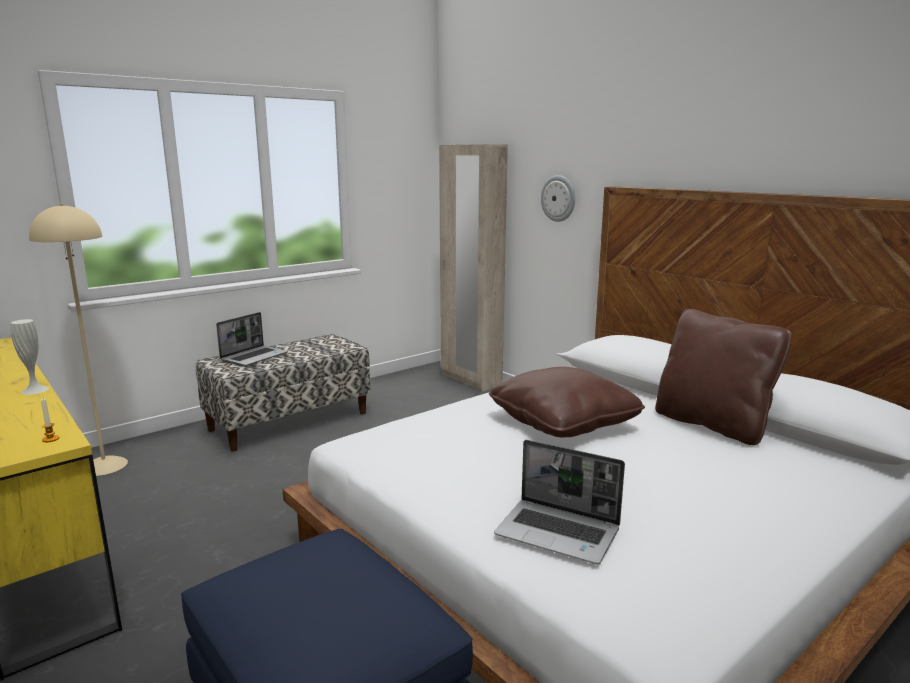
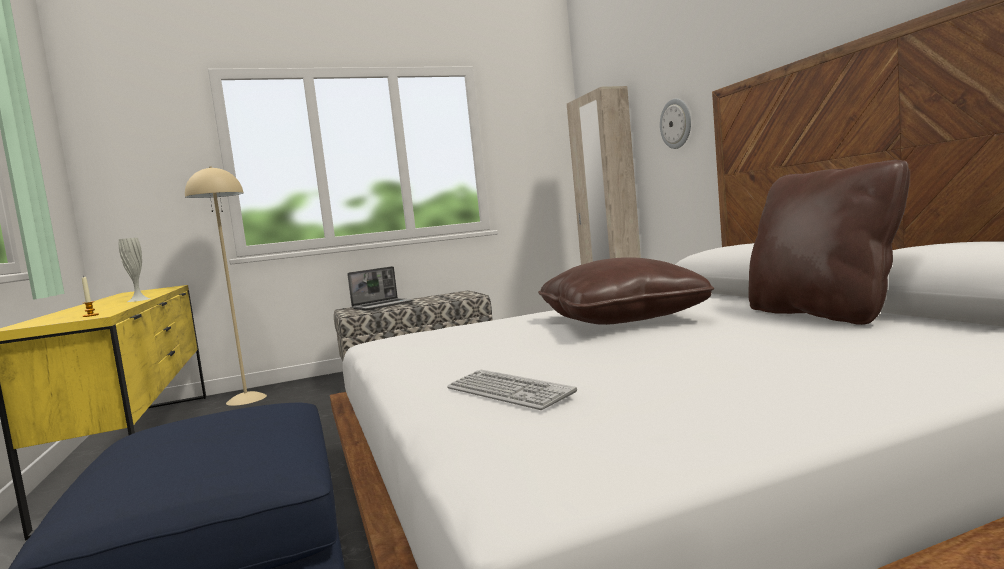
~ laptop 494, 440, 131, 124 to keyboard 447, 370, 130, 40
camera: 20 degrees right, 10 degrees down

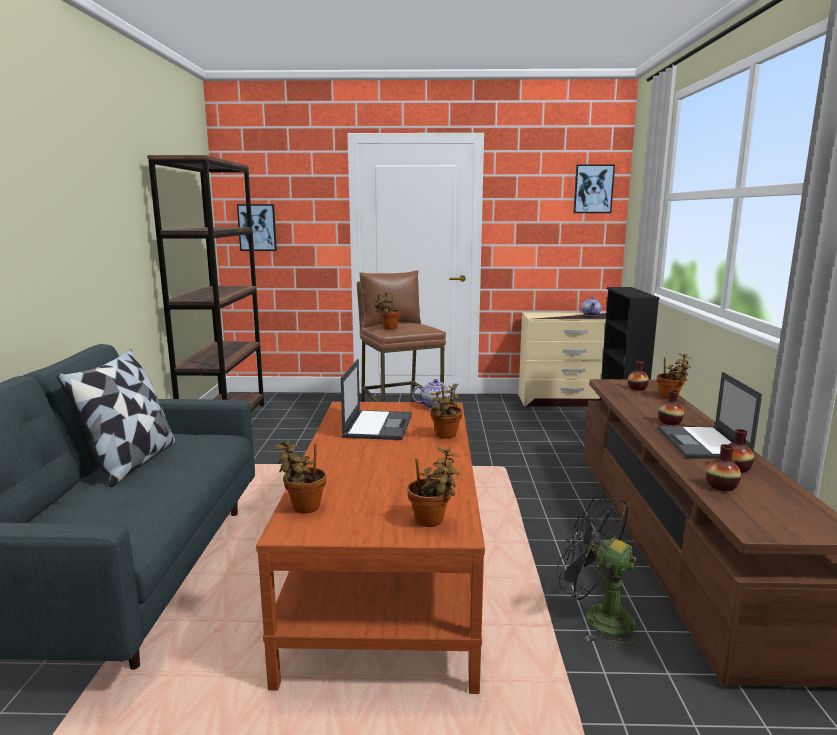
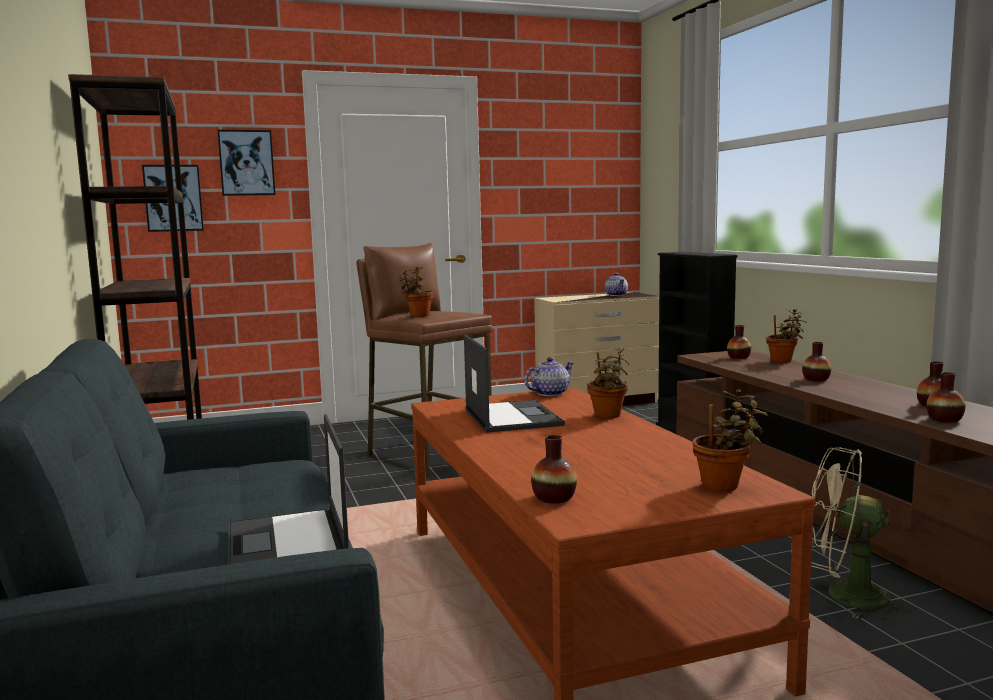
- pillow 57, 349, 118, 138
~ potted plant 275, 440, 52, 74 to vase 531, 435, 46, 69
~ black fan 556, 493, 88, 155 to beige fan 811, 447, 100, 173
~ picture 573, 164, 42, 49 to 217, 130, 58, 66
~ laptop 657, 372, 105, 87 to 228, 414, 121, 151
camera: 20 degrees left, 5 degrees down

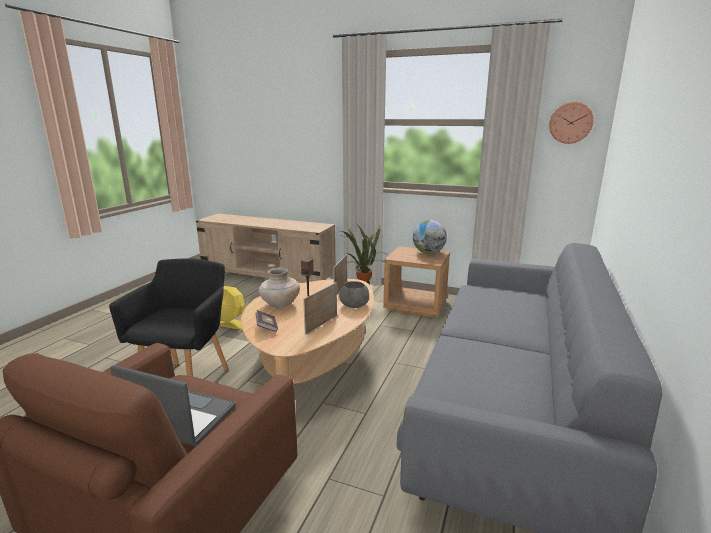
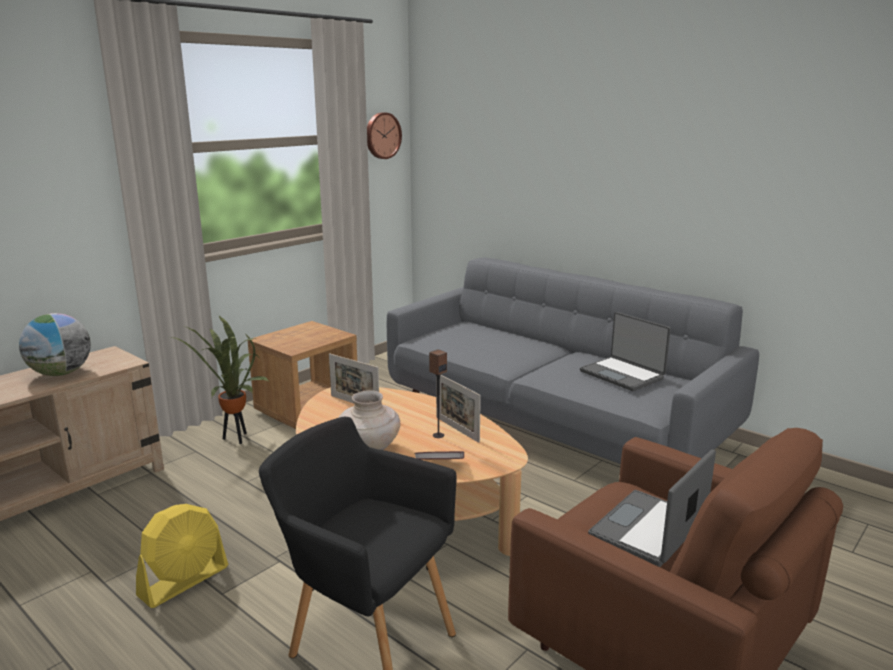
- grey bowl 339, 281, 30, 27
~ globe 413, 220, 34, 34 to 19, 313, 72, 63
+ laptop 580, 312, 91, 79
camera: 70 degrees left, 0 degrees up

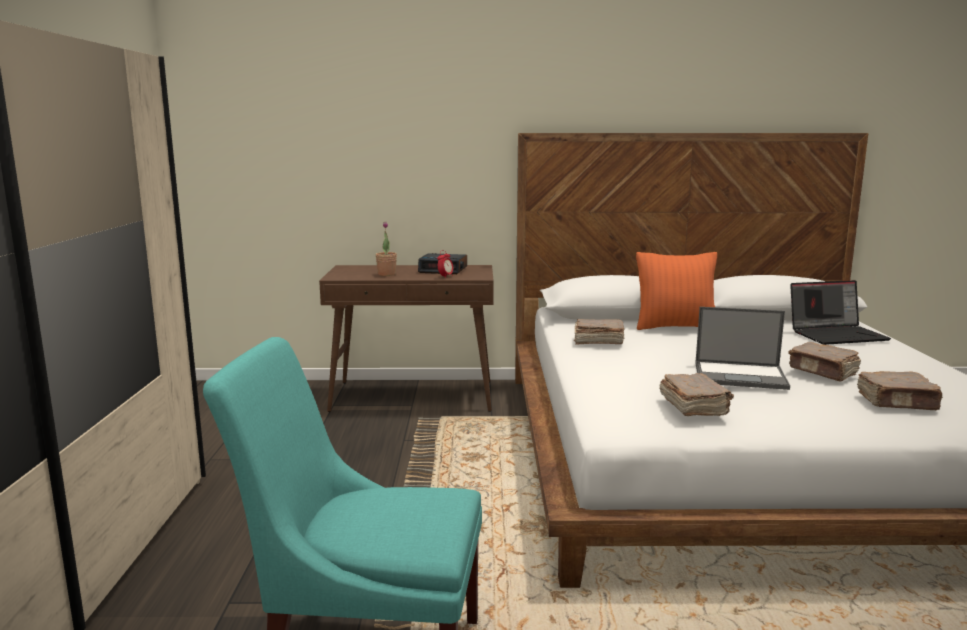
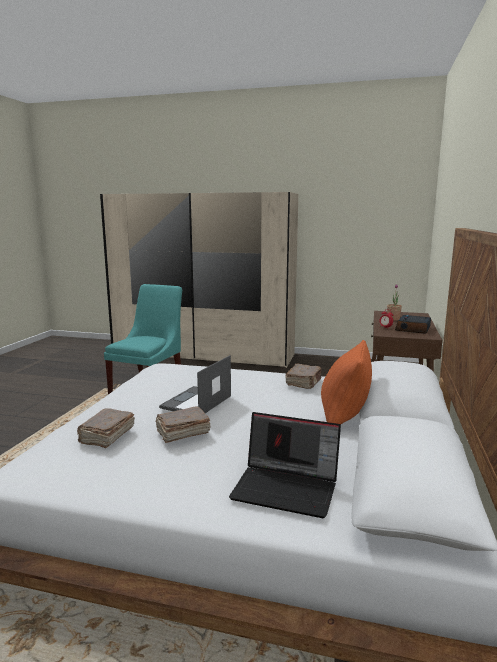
- brown book 659, 373, 75, 43
~ laptop 790, 280, 101, 65 = 229, 412, 112, 106 75 degrees counterclockwise
camera: 105 degrees right, 0 degrees up

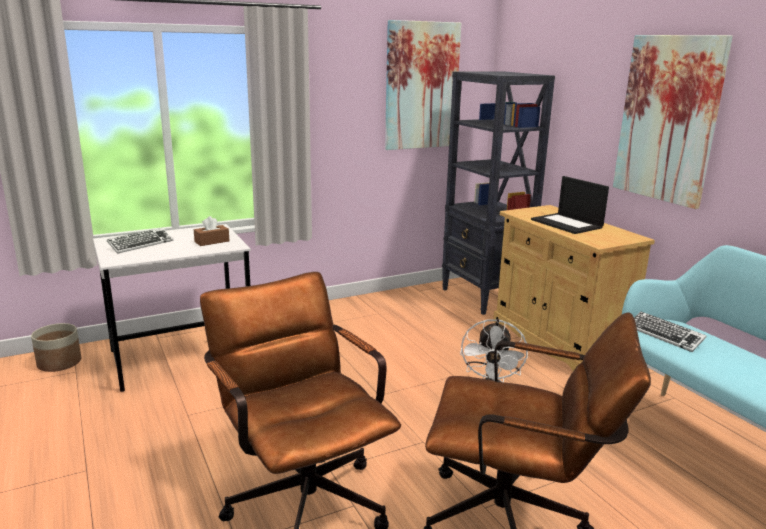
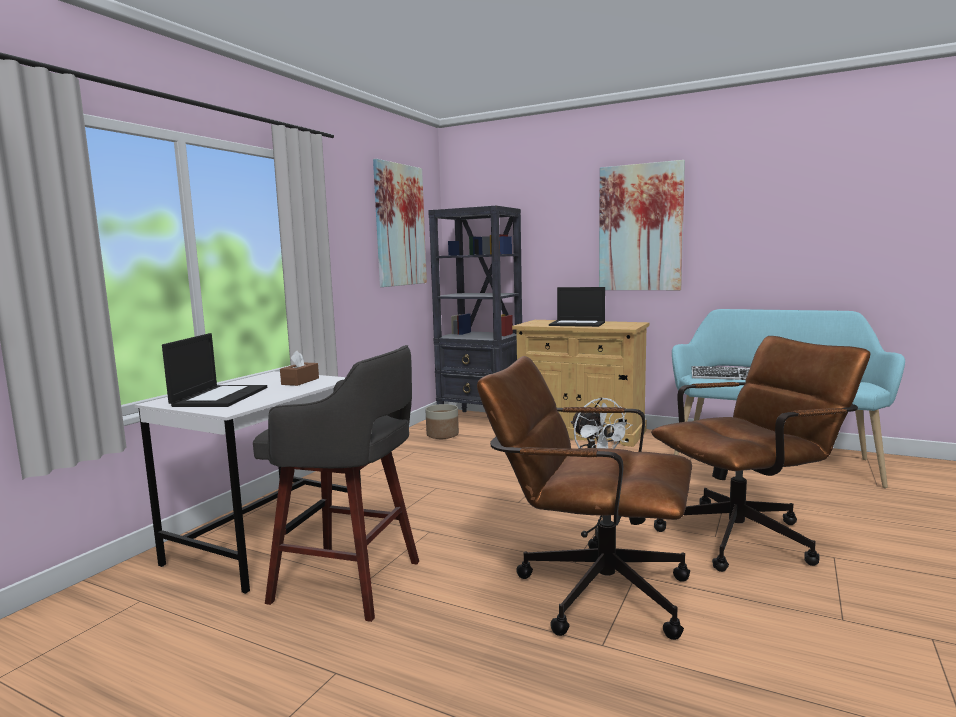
~ planter 31, 323, 50, 49 to 425, 404, 34, 35
~ keyboard 107, 228, 66, 26 to laptop 162, 333, 105, 74
+ grey stool 253, 345, 166, 277
camera: 35 degrees left, 10 degrees down

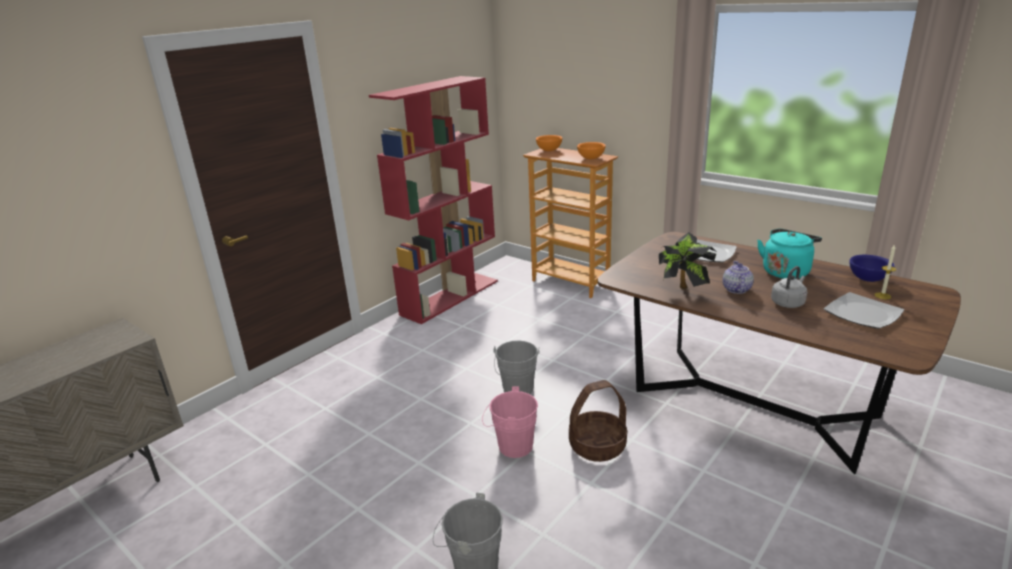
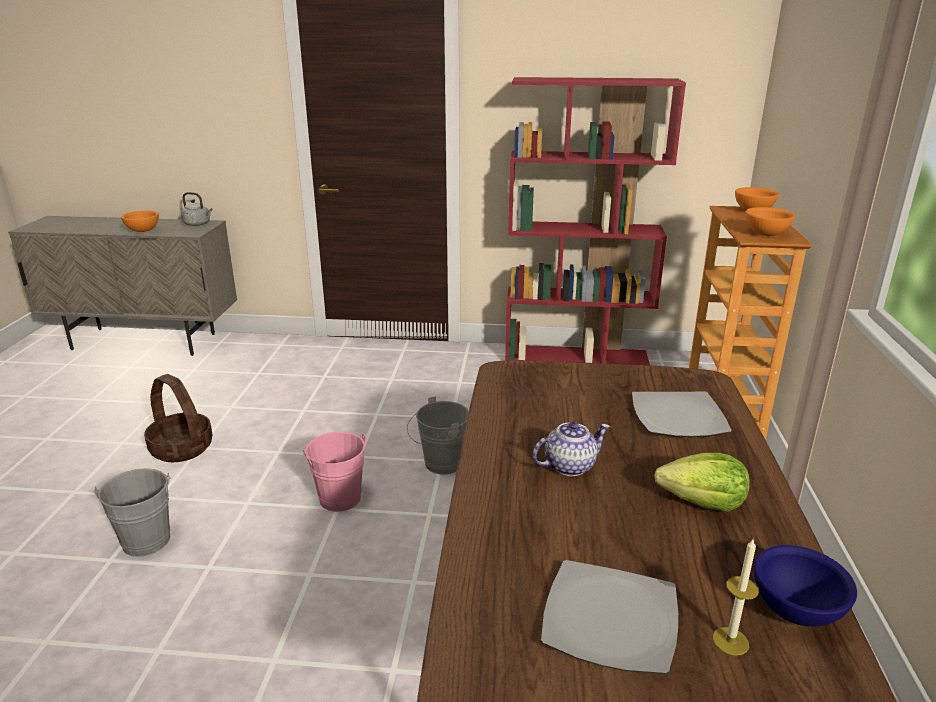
~ basket 569, 380, 58, 82 to 144, 374, 68, 88
- potted plant 659, 232, 58, 57
~ turquoise kettle 757, 228, 65, 51 to lettuce 654, 453, 96, 59
~ grey kettle 771, 266, 36, 42 to 181, 192, 32, 34
+ orange bowl 121, 210, 38, 22
camera: 55 degrees right, 0 degrees up

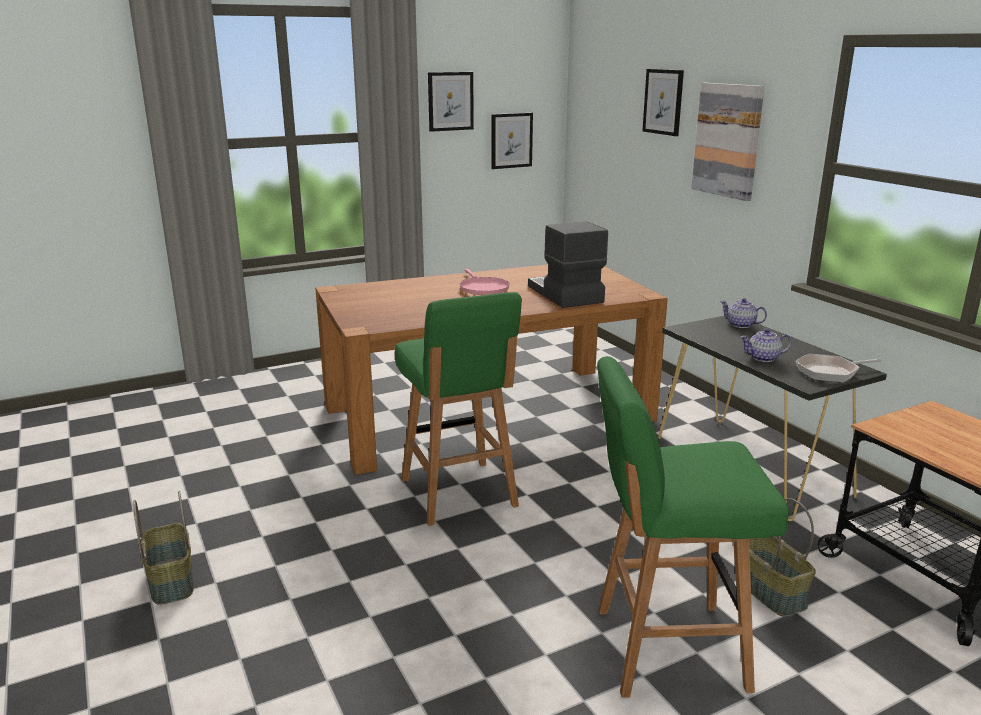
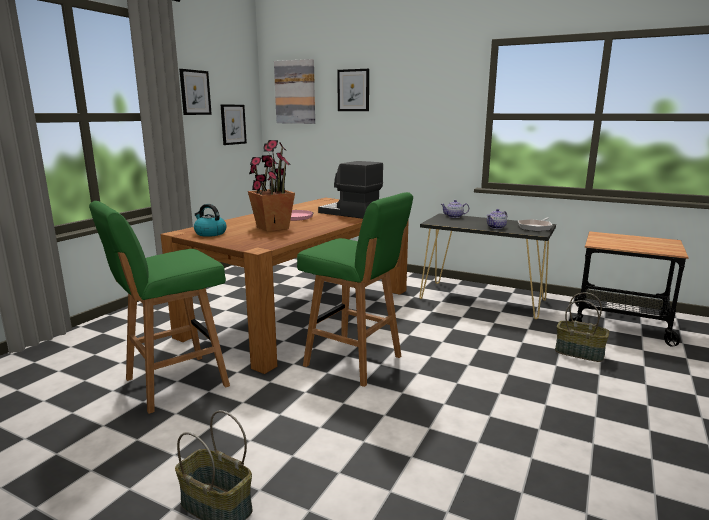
~ green stool 597, 356, 192, 342 to 89, 201, 141, 213
~ picture 691, 83, 74, 118 to 274, 59, 41, 65
+ kettle 194, 204, 33, 33
+ potted plant 248, 140, 47, 91
camera: 35 degrees left, 5 degrees down

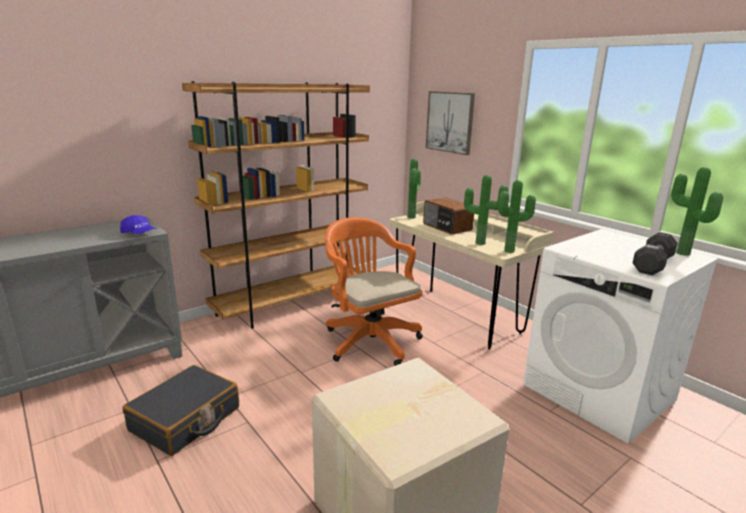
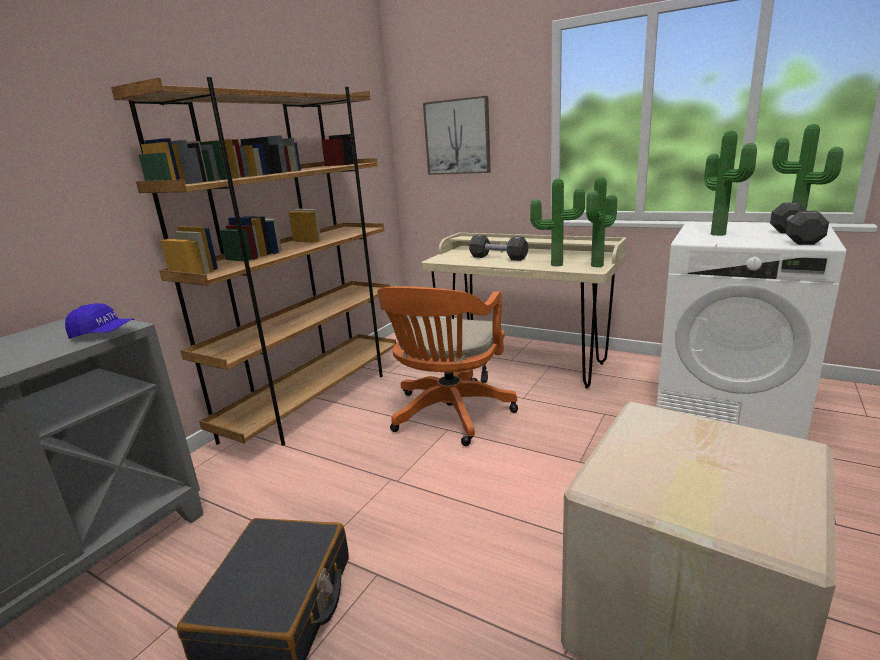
~ orange office chair 325, 217, 98, 149 = 377, 286, 141, 160 105 degrees counterclockwise
~ potted plant 407, 159, 14, 60 to 704, 130, 53, 106
~ radio 423, 197, 51, 38 to black dumbbell 469, 235, 59, 26
camera: 20 degrees left, 0 degrees up

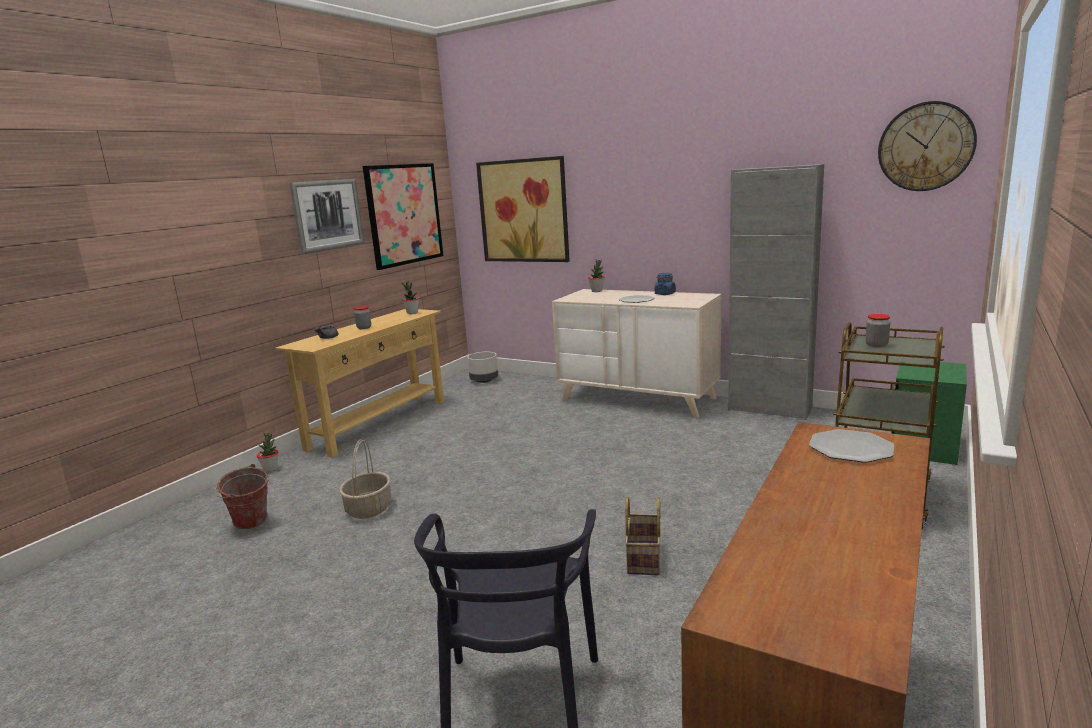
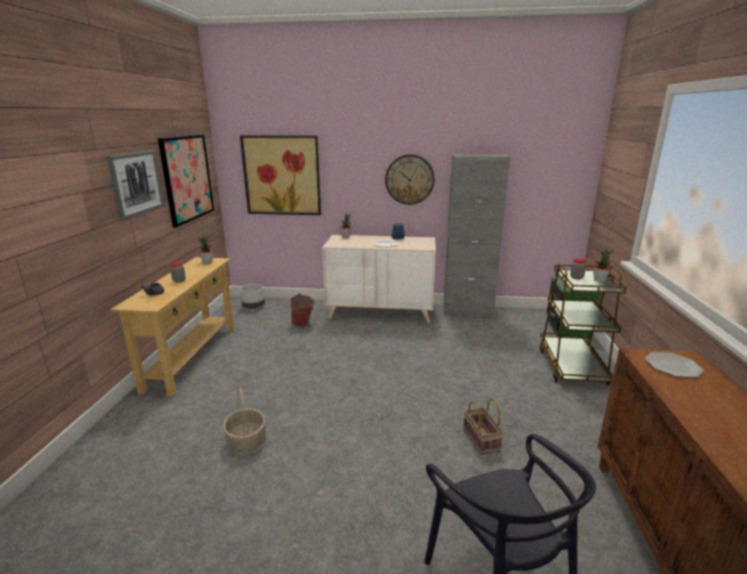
~ bucket 215, 464, 54, 65 to 288, 293, 27, 33
~ potted plant 257, 433, 21, 39 to 593, 249, 20, 33
~ wall clock 878, 101, 99, 90 to 385, 154, 49, 51
camera: 25 degrees left, 5 degrees up

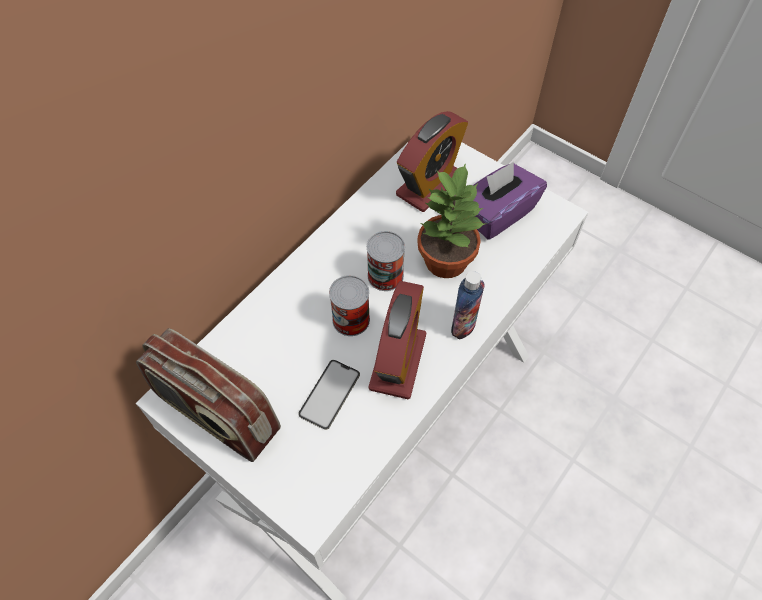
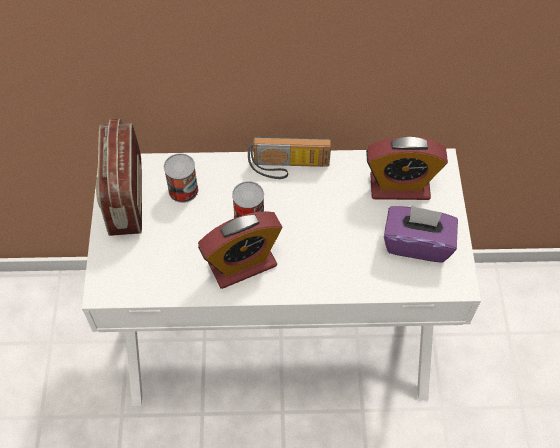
- phone 298, 360, 62, 70
~ can 367, 231, 38, 60 to 164, 153, 34, 50
- potted plant 417, 163, 69, 115
- bottle 451, 271, 34, 68
+ radio 248, 136, 83, 43
camera: 50 degrees right, 0 degrees up

